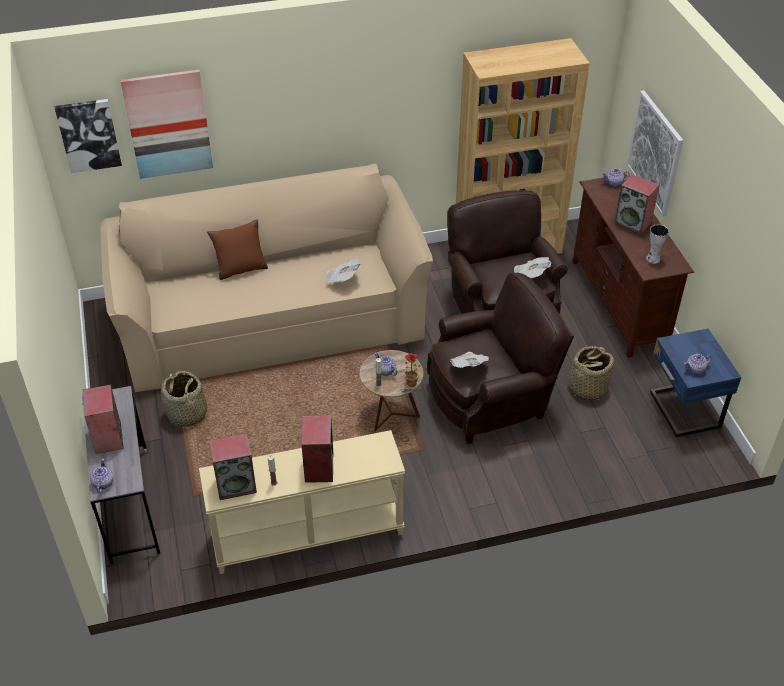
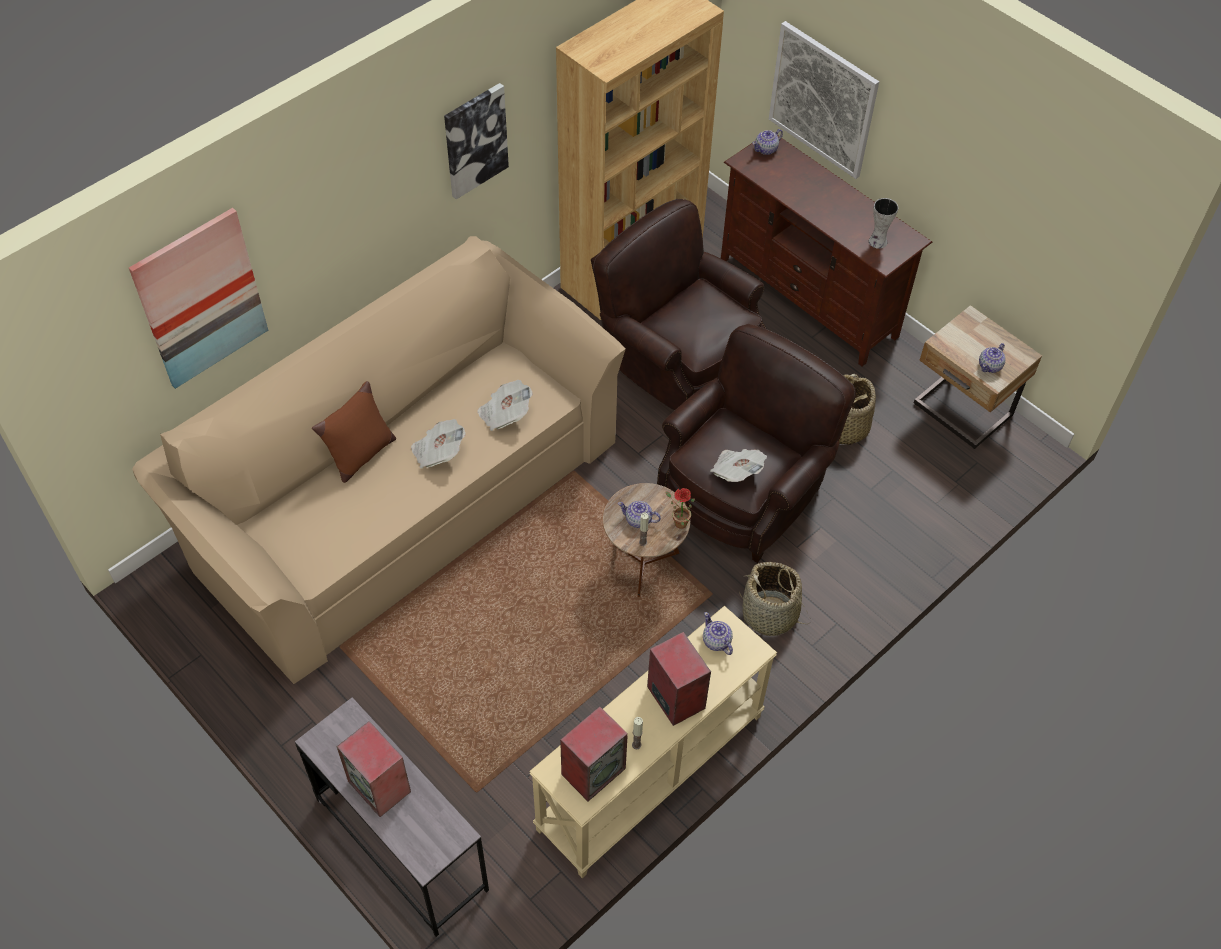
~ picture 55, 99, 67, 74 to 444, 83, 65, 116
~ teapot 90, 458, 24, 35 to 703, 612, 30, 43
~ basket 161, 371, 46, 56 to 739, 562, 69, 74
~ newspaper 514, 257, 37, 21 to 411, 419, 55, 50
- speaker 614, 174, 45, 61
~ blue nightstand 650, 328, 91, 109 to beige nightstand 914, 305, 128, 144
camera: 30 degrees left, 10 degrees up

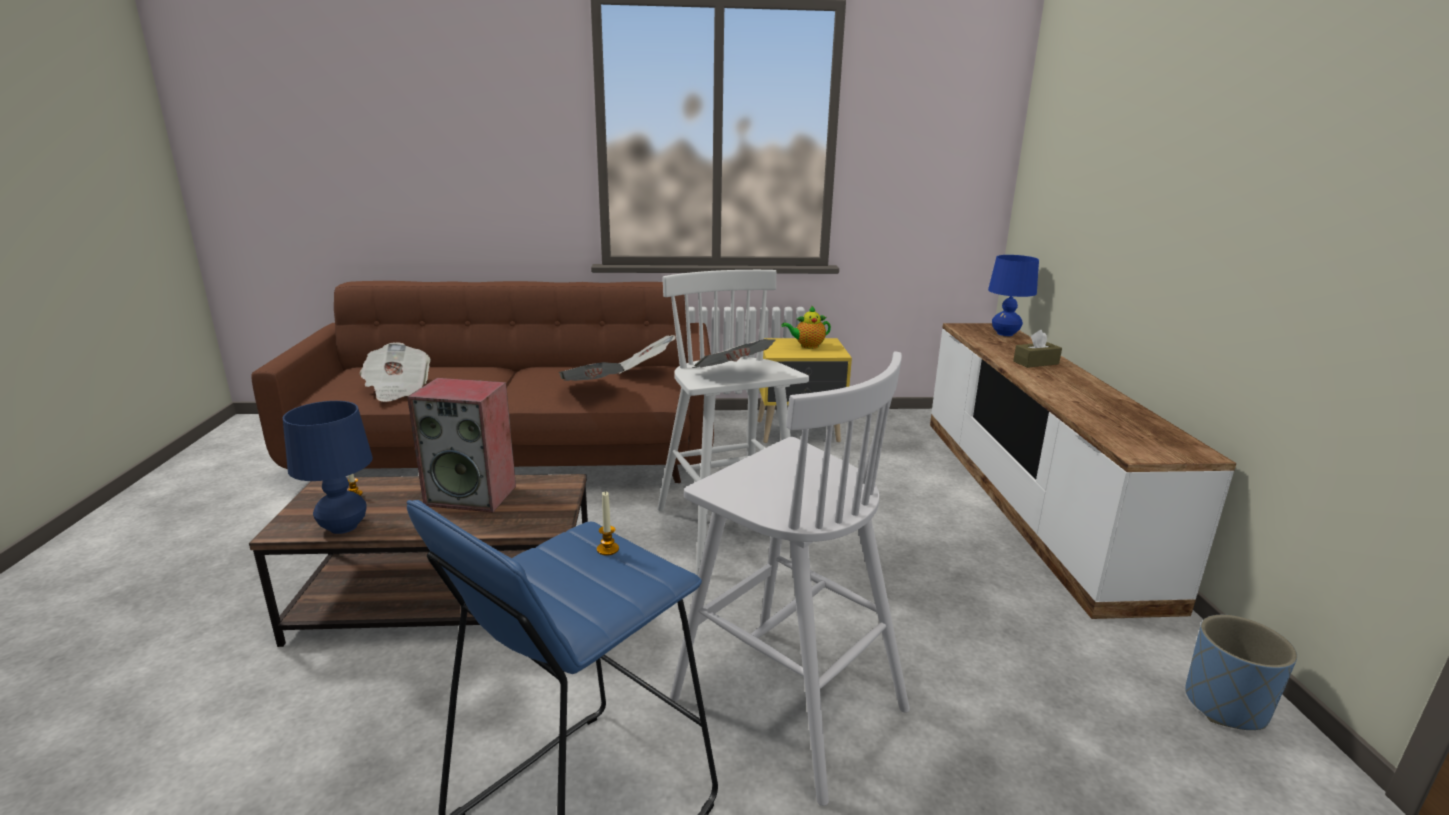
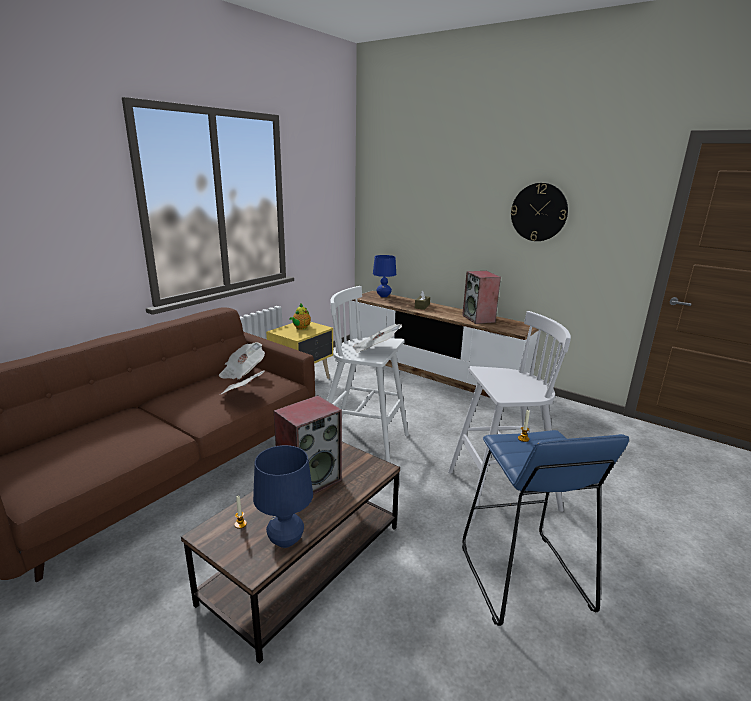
- newspaper 360, 342, 71, 60
- blue planter 1185, 615, 112, 115
+ speaker 462, 271, 39, 53
+ wall clock 511, 183, 57, 58
camera: 50 degrees left, 0 degrees up

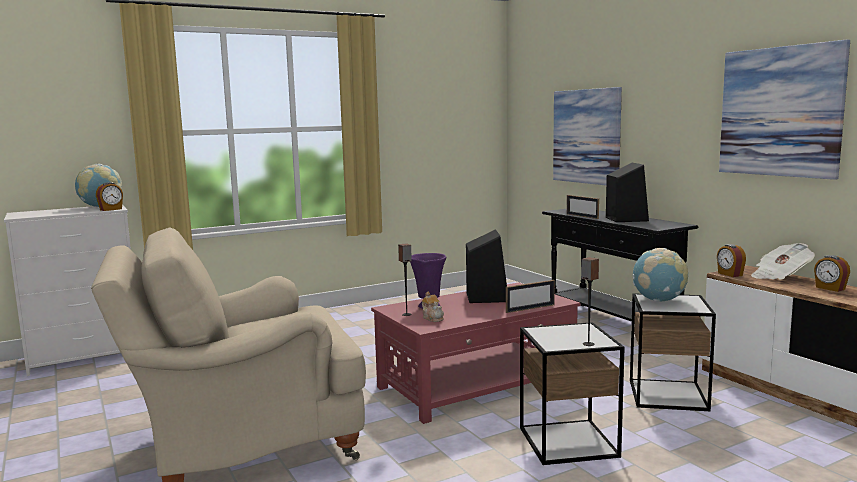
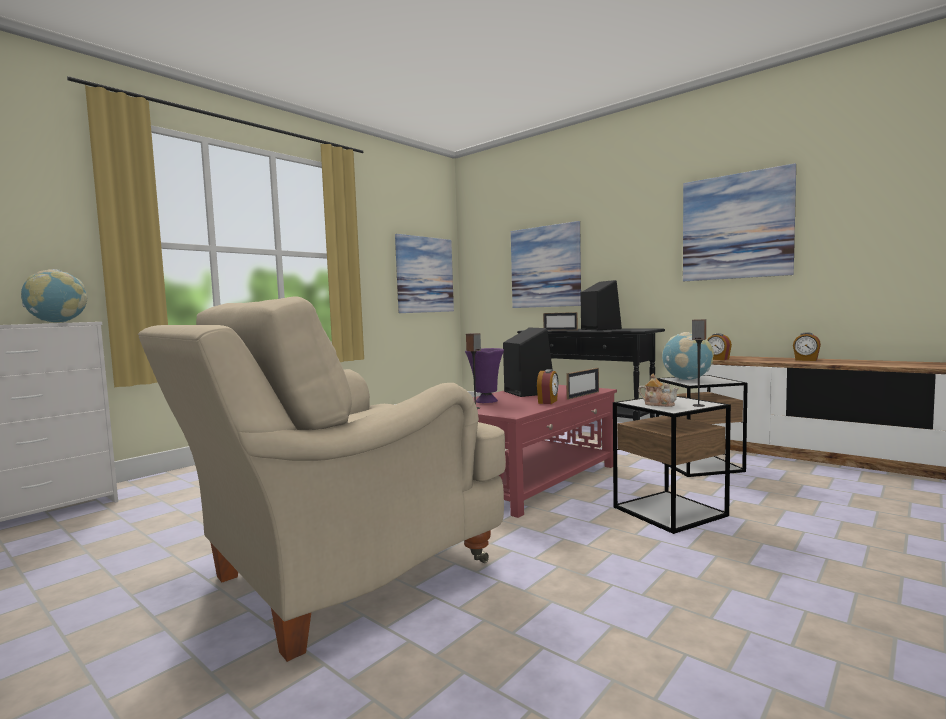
~ alarm clock 96, 182, 27, 29 to 537, 369, 22, 35
~ teapot 422, 291, 22, 31 to 638, 374, 41, 33
- newspaper 751, 243, 64, 37
+ picture 395, 234, 59, 79
camera: 20 degrees left, 5 degrees down

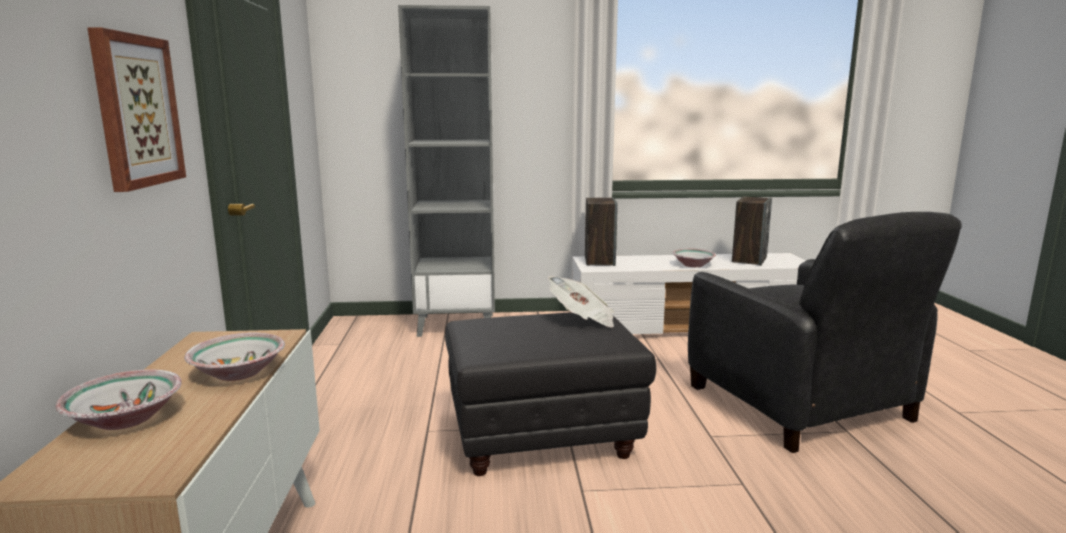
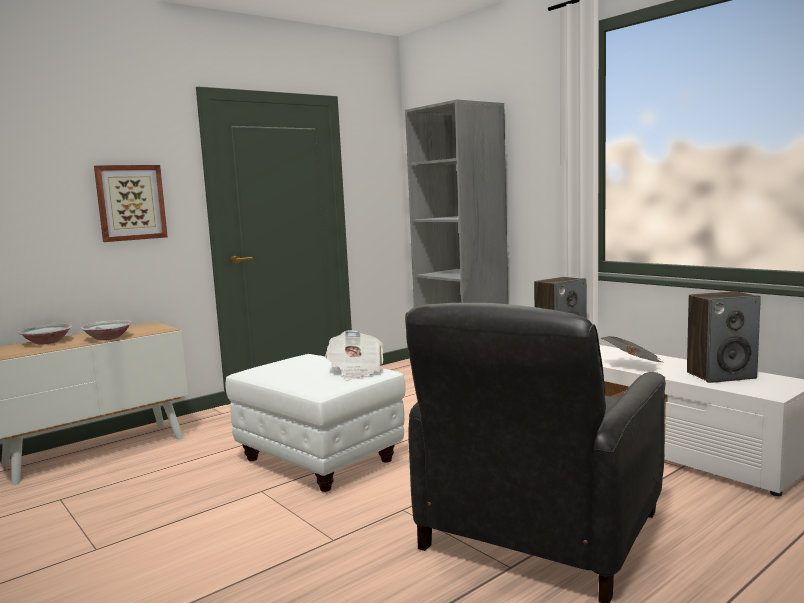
~ black ottoman 445, 312, 211, 164 to white ottoman 226, 354, 180, 138
~ bowl 673, 248, 43, 19 to newspaper 601, 336, 61, 26
camera: 55 degrees right, 5 degrees down

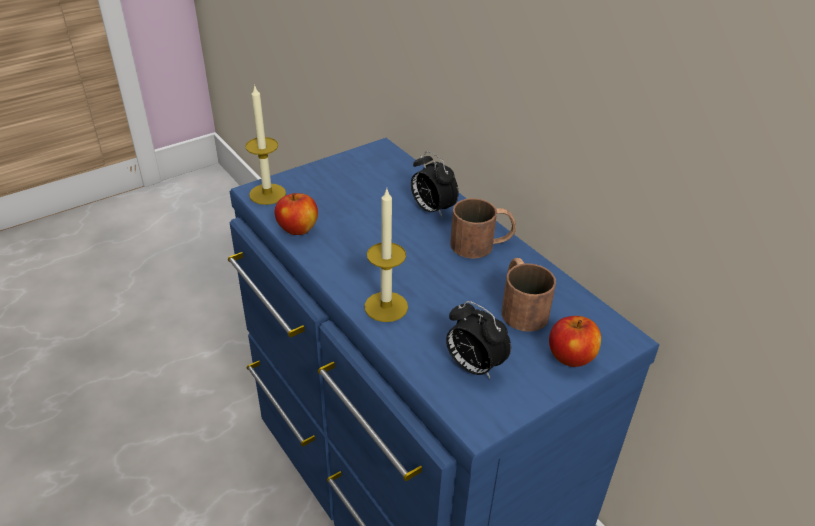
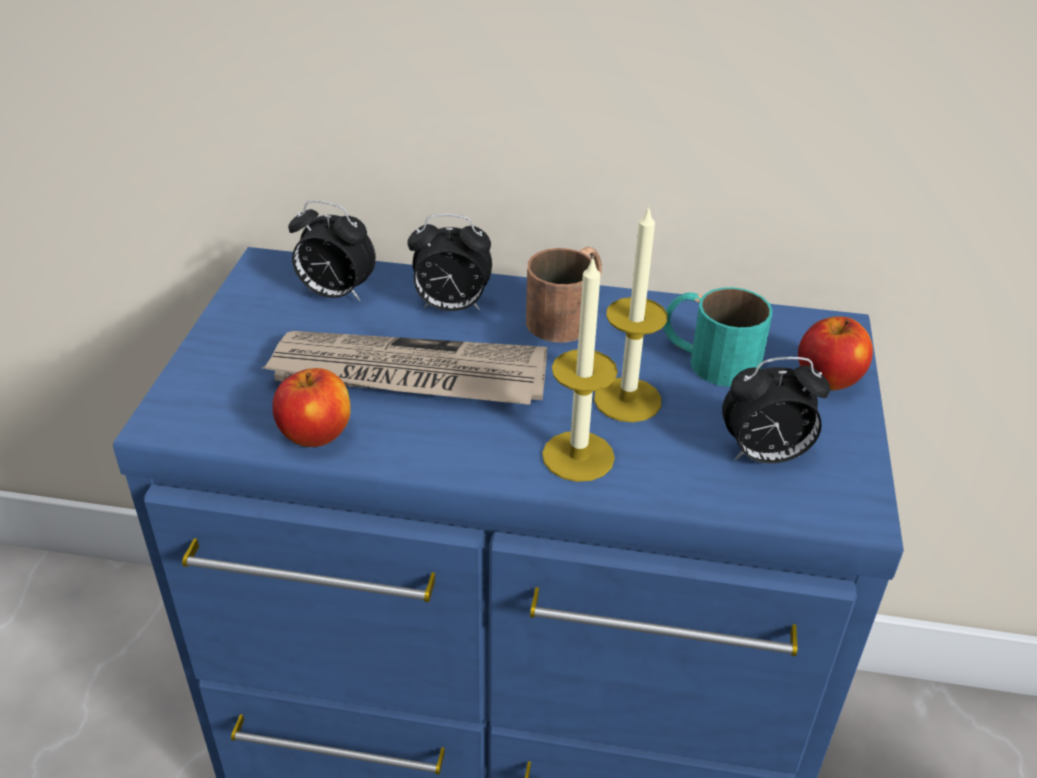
~ candle 245, 85, 41, 120 to 594, 205, 73, 217
~ brown mug 502, 258, 54, 74 to turquoise mug 663, 287, 109, 100
+ newspaper 262, 331, 285, 74
+ alarm clock 288, 201, 88, 100
camera: 45 degrees left, 0 degrees up

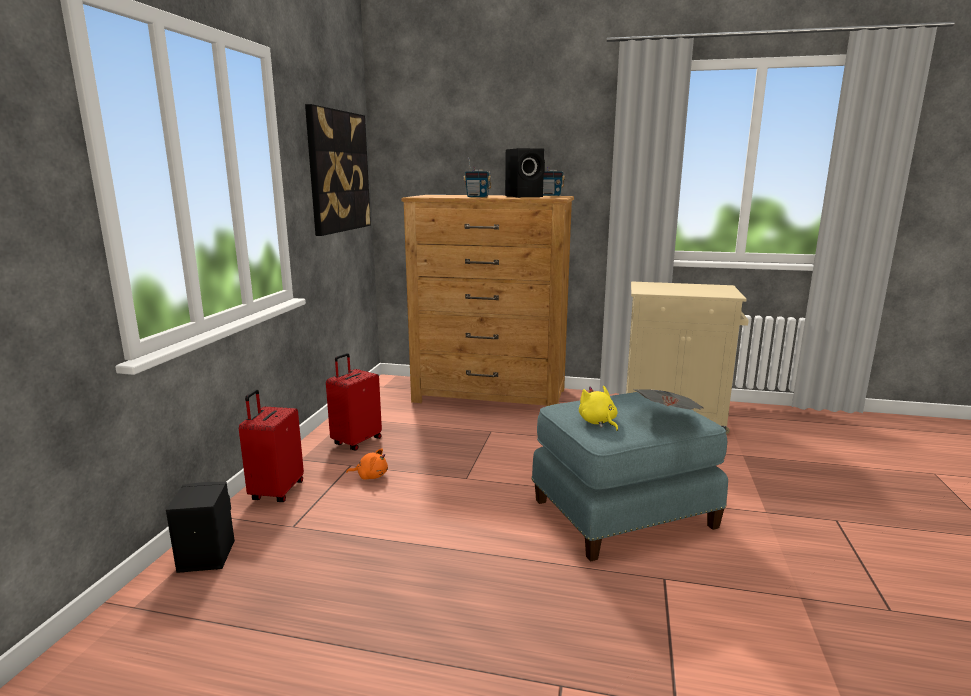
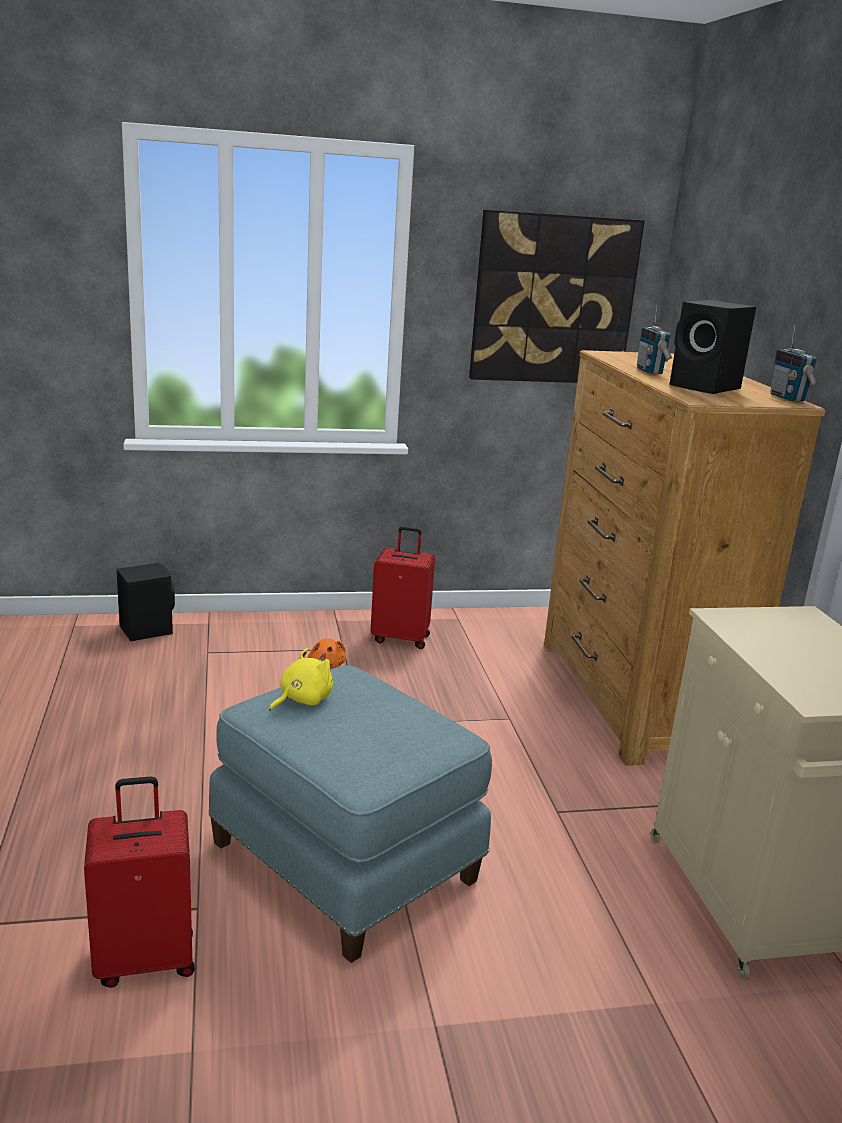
~ red suitcase 239, 389, 65, 113 to 84, 776, 111, 212
- newspaper 632, 389, 72, 21
camera: 65 degrees right, 5 degrees up

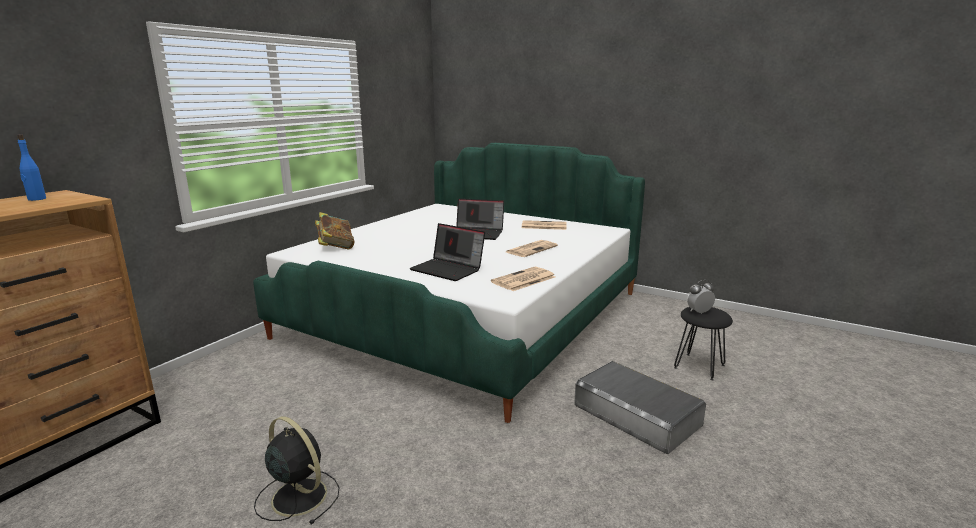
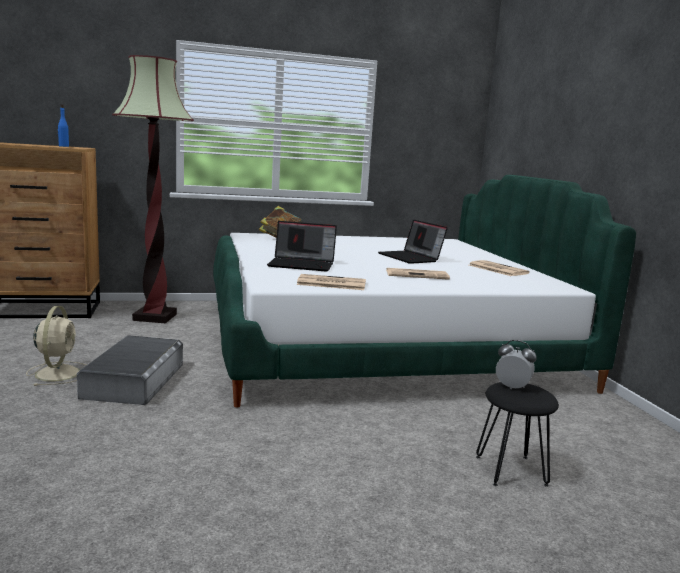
~ black fan 254, 416, 85, 109 to beige fan 26, 306, 61, 80
~ laptop 409, 223, 76, 58 = 267, 221, 70, 51 75 degrees counterclockwise
~ grey storage box 574, 361, 132, 93 to 77, 335, 106, 70
+ floor lamp 112, 55, 82, 268
camera: 45 degrees right, 5 degrees down

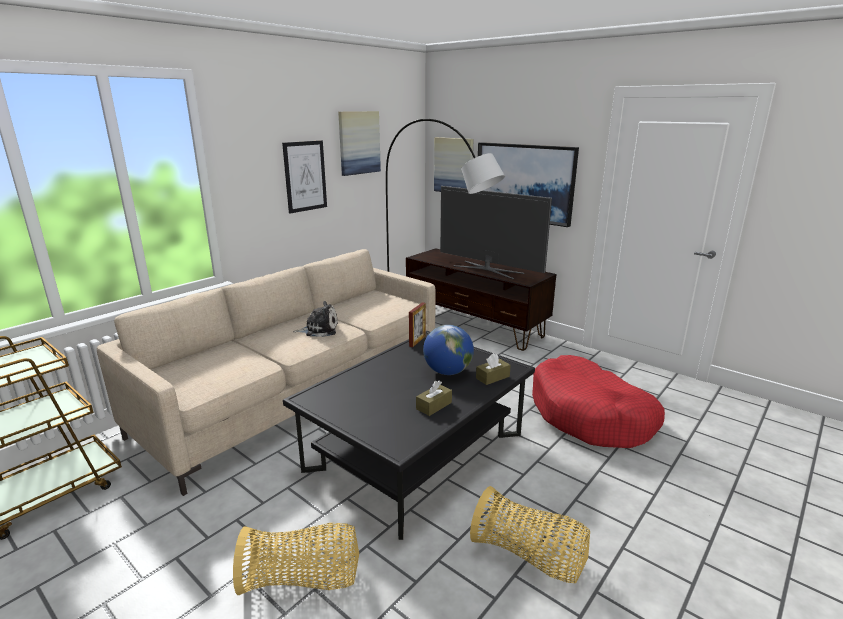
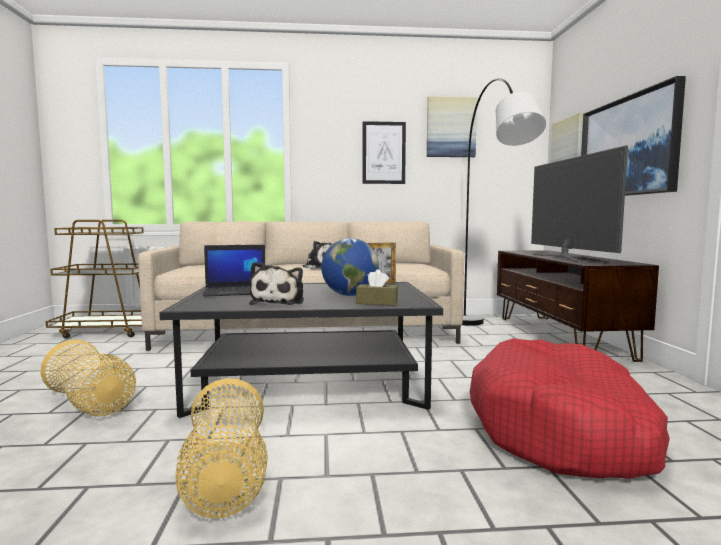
~ brown tissue box 416, 381, 36, 35 to plush toy 249, 262, 55, 43
+ laptop 202, 245, 63, 52
camera: 45 degrees right, 15 degrees down

